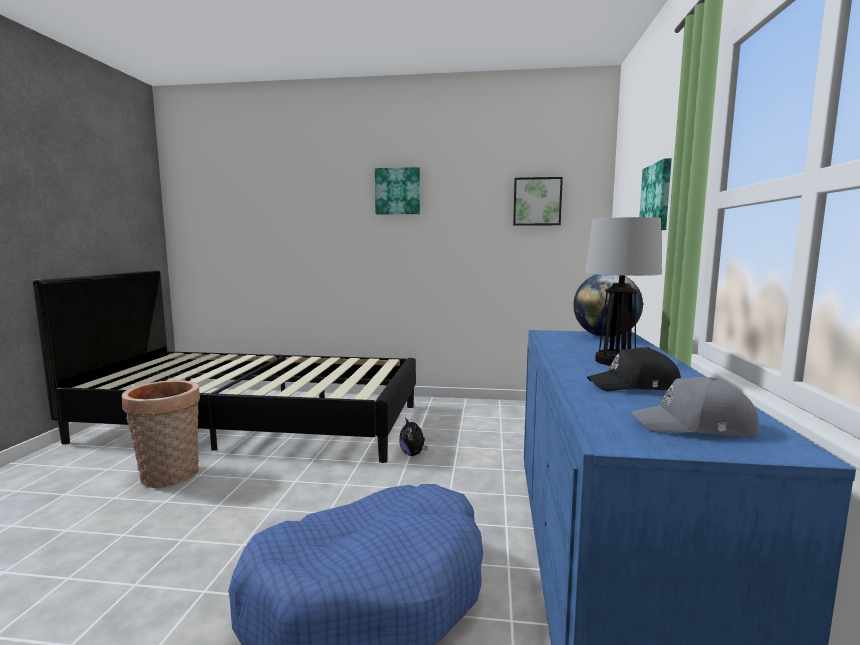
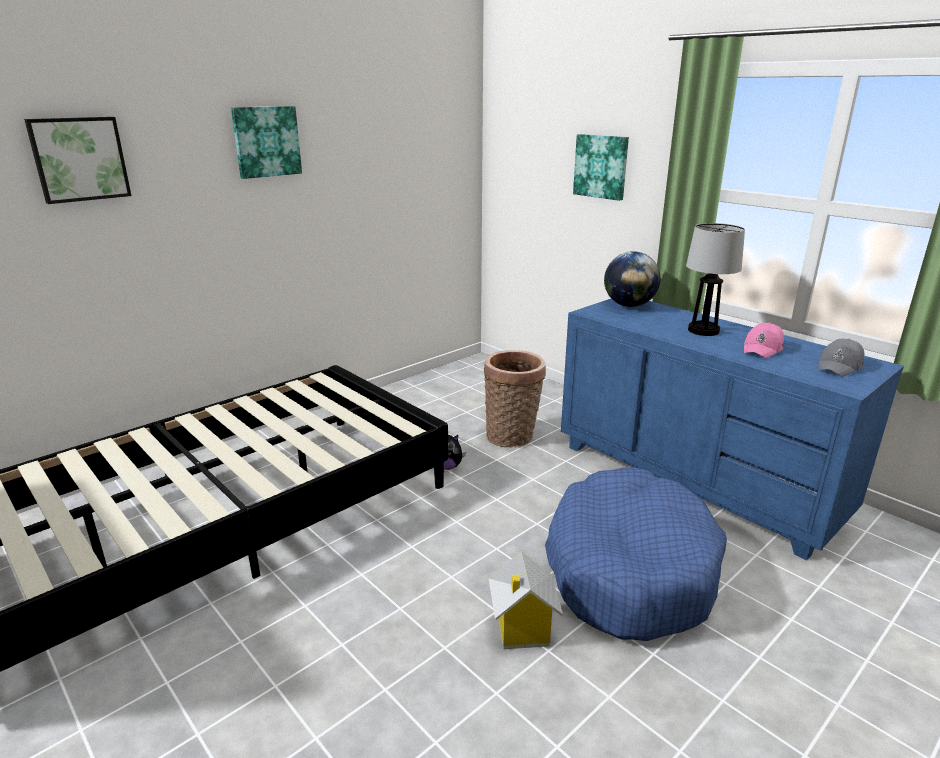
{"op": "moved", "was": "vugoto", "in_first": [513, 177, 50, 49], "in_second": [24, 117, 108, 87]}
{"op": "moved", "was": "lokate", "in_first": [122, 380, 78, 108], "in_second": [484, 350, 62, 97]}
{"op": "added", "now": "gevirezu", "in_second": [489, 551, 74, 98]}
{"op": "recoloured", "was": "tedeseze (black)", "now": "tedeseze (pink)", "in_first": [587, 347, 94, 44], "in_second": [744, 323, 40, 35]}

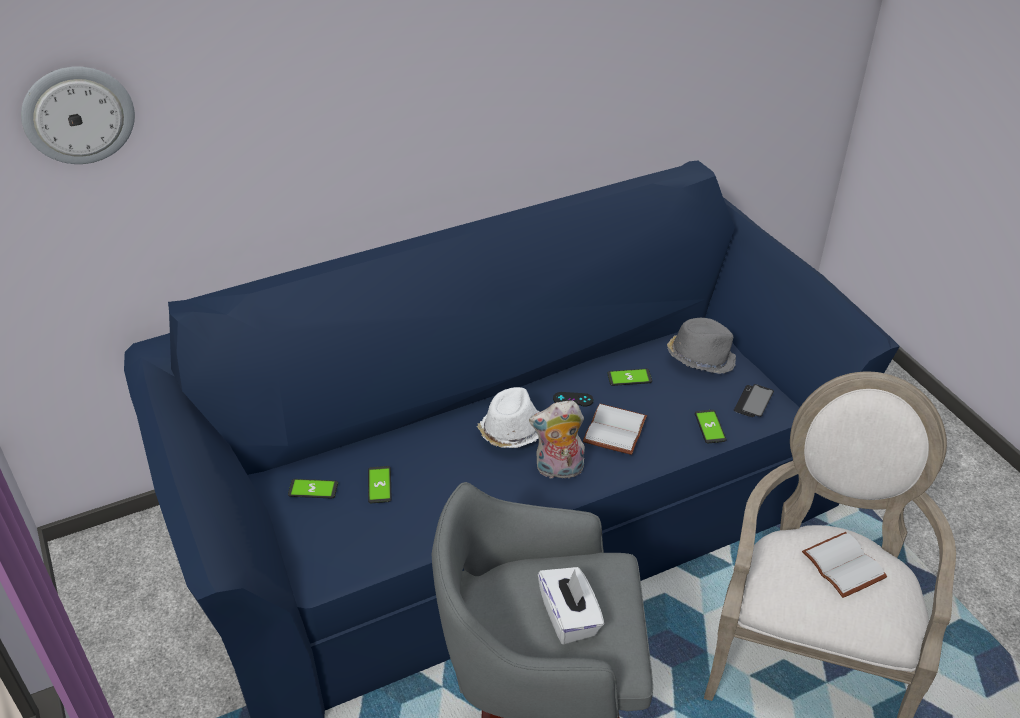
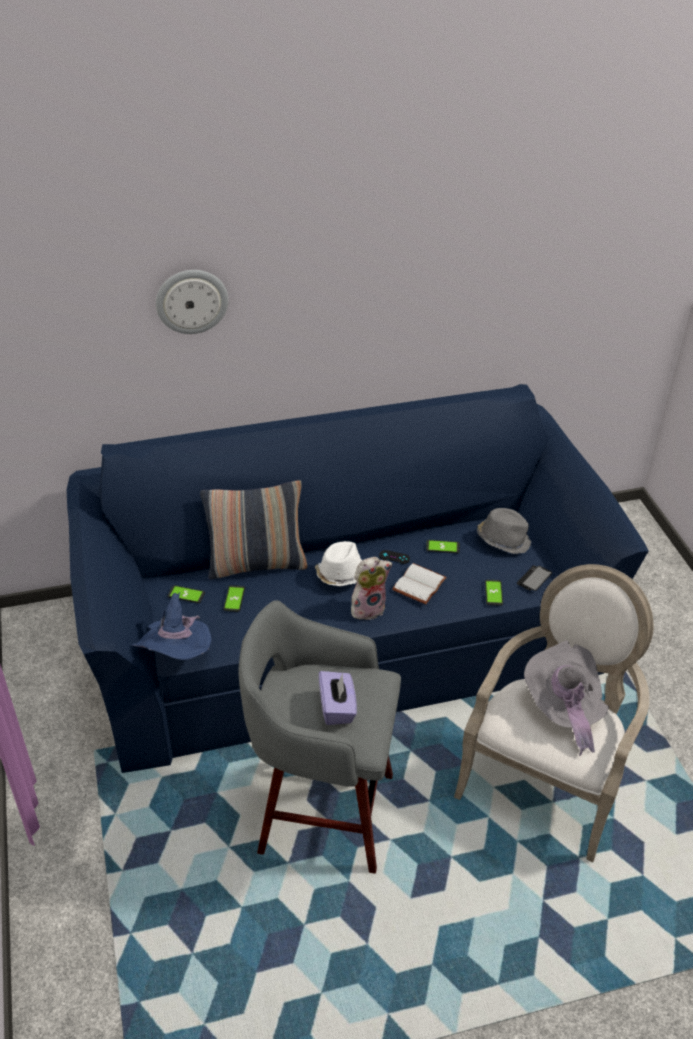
{"op": "added", "now": "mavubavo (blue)", "in_second": [132, 593, 80, 67]}
{"op": "moved", "was": "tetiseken", "in_first": [21, 67, 114, 97], "in_second": [156, 270, 72, 64]}
{"op": "added", "now": "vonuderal", "in_second": [200, 480, 108, 99]}
{"op": "recoloured", "was": "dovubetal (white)", "now": "dovubetal (purple)", "in_first": [538, 567, 66, 78], "in_second": [319, 671, 38, 54]}
{"op": "turned", "was": "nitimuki", "in_first": [529, 400, 56, 79], "in_second": [351, 557, 41, 63], "clockwise": 150}
{"op": "replaced", "was": "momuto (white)", "now": "mavubavo (grey)", "in_first": [802, 532, 85, 66], "in_second": [524, 640, 85, 116]}

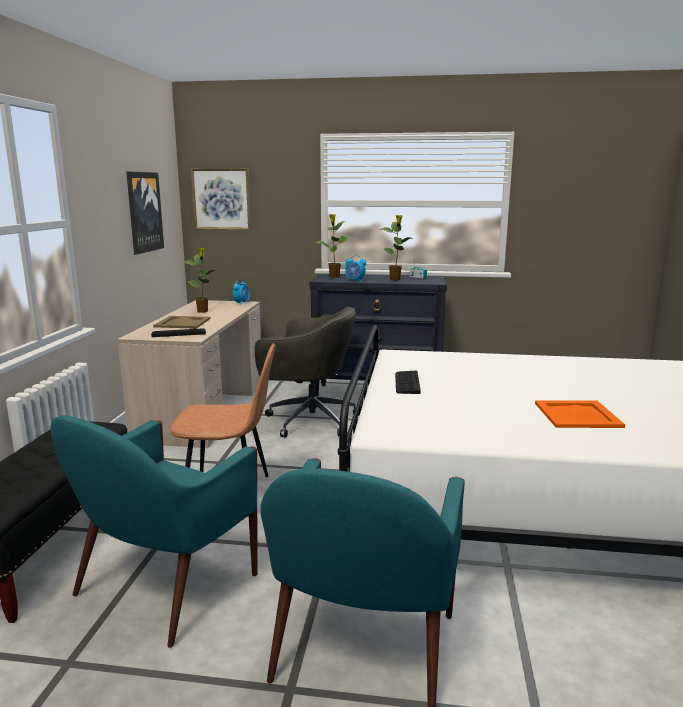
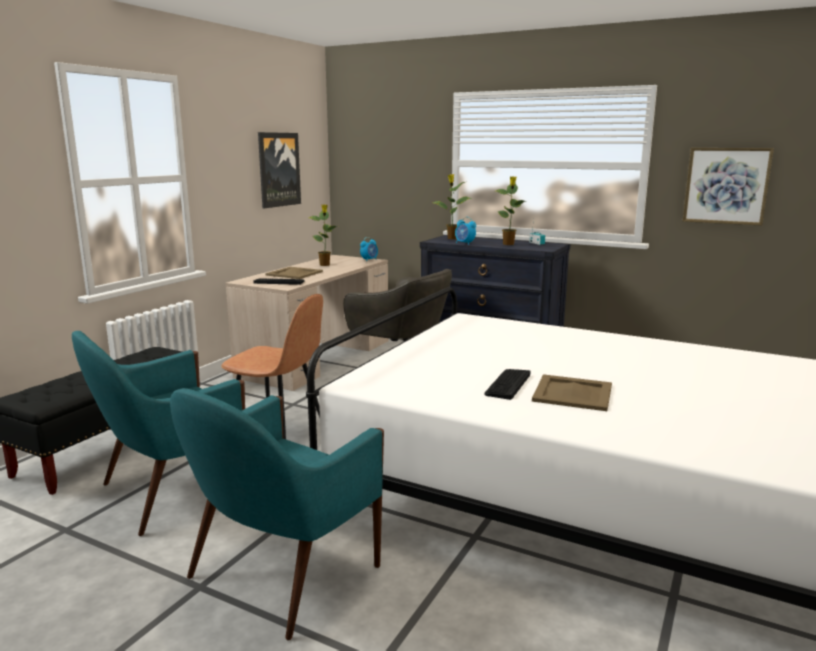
{"op": "moved", "was": "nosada", "in_first": [395, 371, 25, 23], "in_second": [484, 369, 46, 31]}
{"op": "recoloured", "was": "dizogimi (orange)", "now": "dizogimi (beige)", "in_first": [535, 401, 90, 27], "in_second": [532, 374, 80, 37]}
{"op": "moved", "was": "vugoto", "in_first": [191, 168, 60, 62], "in_second": [683, 148, 91, 78]}

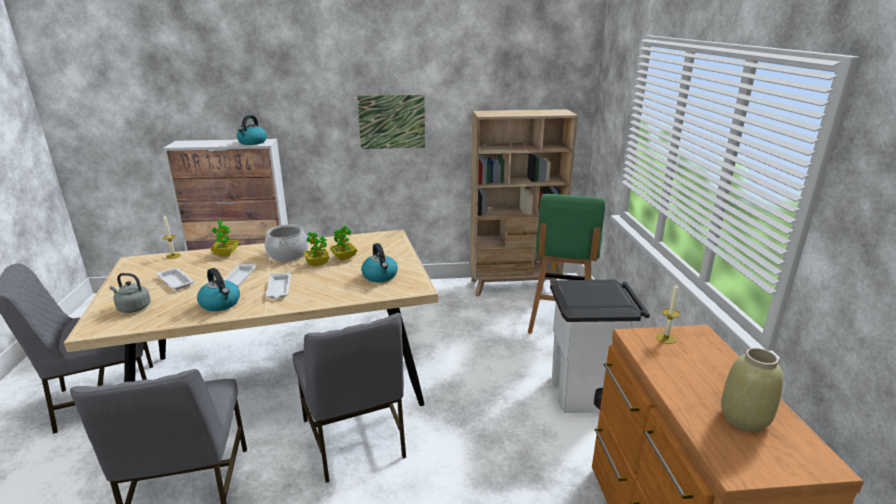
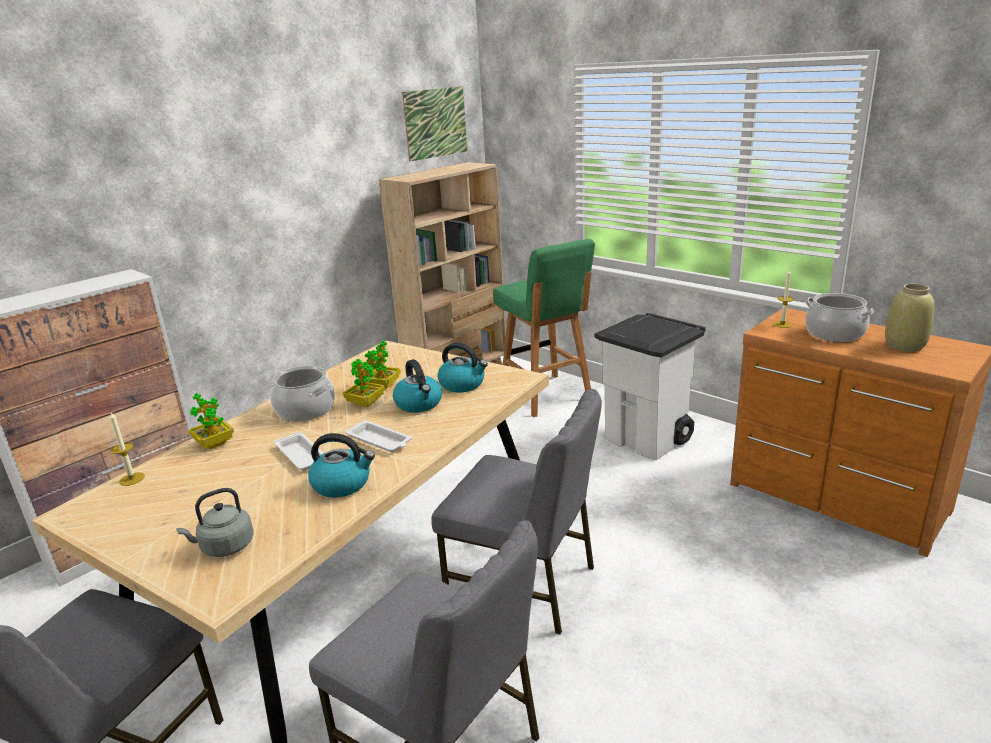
{"op": "moved", "was": "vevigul", "in_first": [237, 115, 30, 30], "in_second": [393, 359, 49, 54]}
{"op": "moved", "was": "vugoto", "in_first": [357, 95, 68, 54], "in_second": [402, 86, 66, 76]}
{"op": "added", "now": "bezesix", "in_second": [805, 293, 69, 49]}
{"op": "removed", "was": "dizogimi (white)", "in_first": [157, 268, 37, 22]}

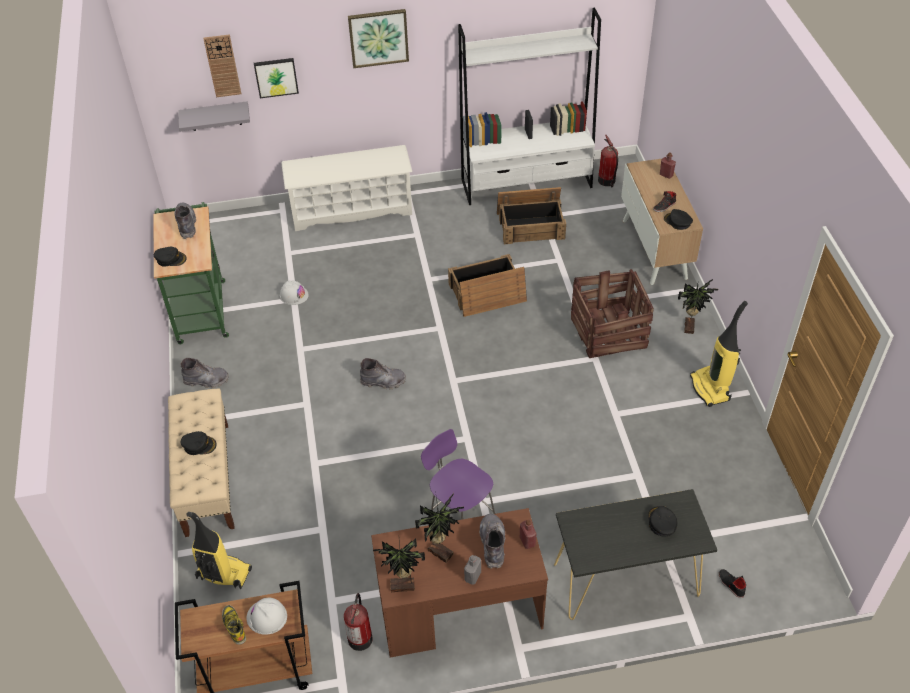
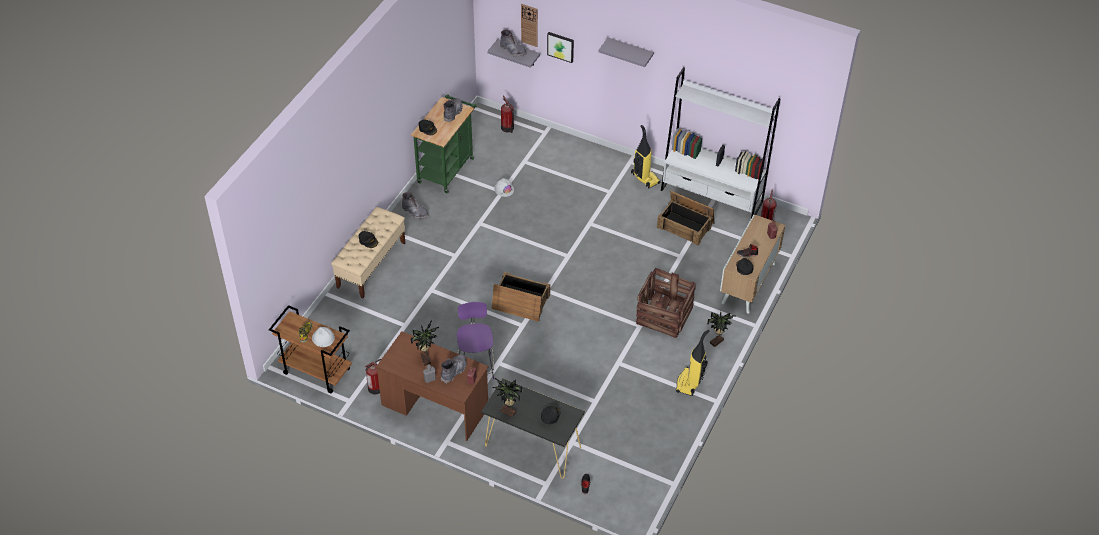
{"op": "moved", "was": "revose", "in_first": [448, 254, 79, 63], "in_second": [492, 272, 58, 50]}
{"op": "moved", "was": "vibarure", "in_first": [373, 539, 52, 53], "in_second": [492, 378, 30, 39]}
{"op": "moved", "was": "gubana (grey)", "in_first": [360, 358, 46, 32], "in_second": [500, 29, 26, 28]}
{"op": "added", "now": "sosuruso", "in_second": [501, 95, 13, 38]}
{"op": "replaced", "was": "vugoto", "now": "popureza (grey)", "in_first": [348, 9, 61, 59], "in_second": [598, 37, 56, 30]}
{"op": "moved", "was": "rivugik", "in_first": [186, 512, 66, 78], "in_second": [631, 125, 29, 64]}
{"op": "removed", "was": "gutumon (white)", "in_first": [281, 145, 131, 86]}

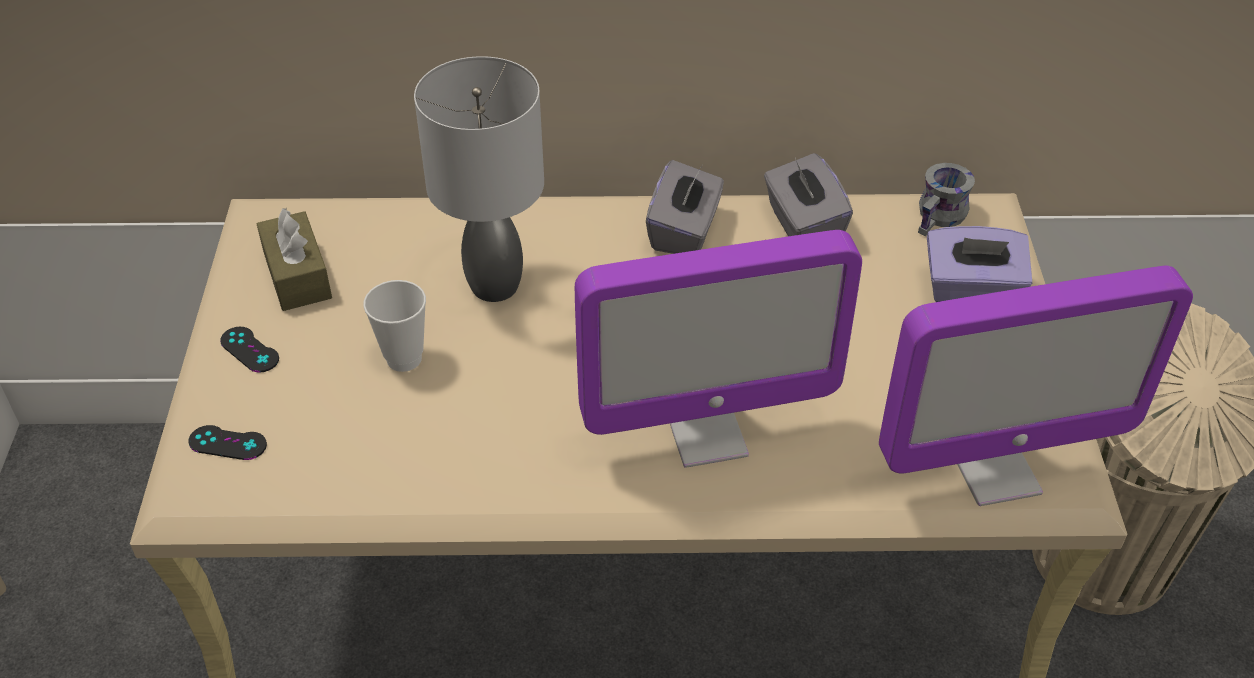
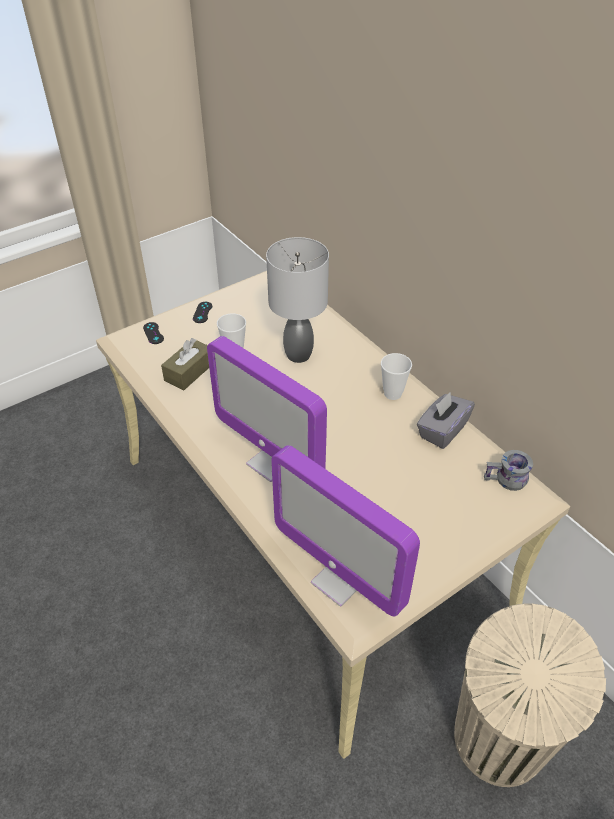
{"op": "moved", "was": "dovubetal (brown)", "in_first": [257, 208, 75, 103], "in_second": [161, 338, 48, 52]}
{"op": "replaced", "was": "dovubetal (grey)", "now": "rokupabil", "in_first": [646, 160, 78, 94], "in_second": [381, 353, 31, 47]}
{"op": "removed", "was": "dovubetal (purple)", "in_first": [927, 226, 105, 76]}

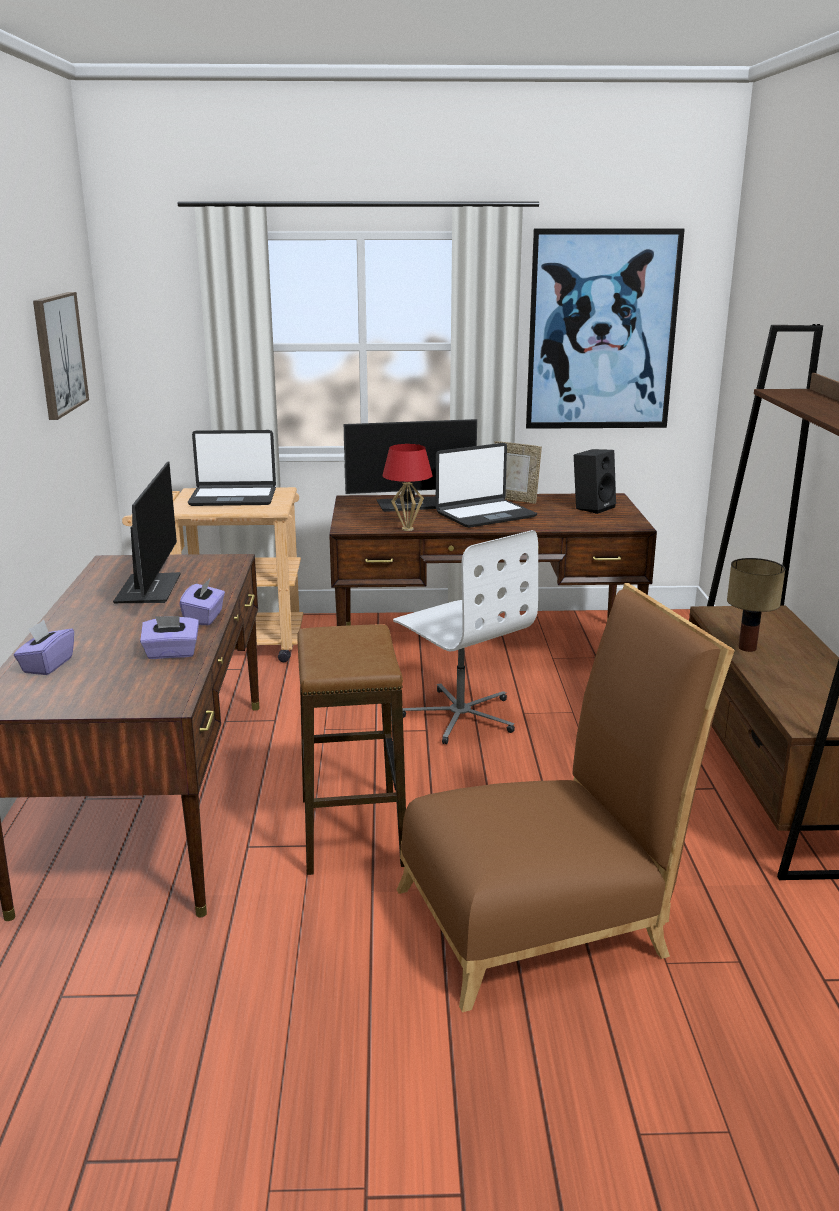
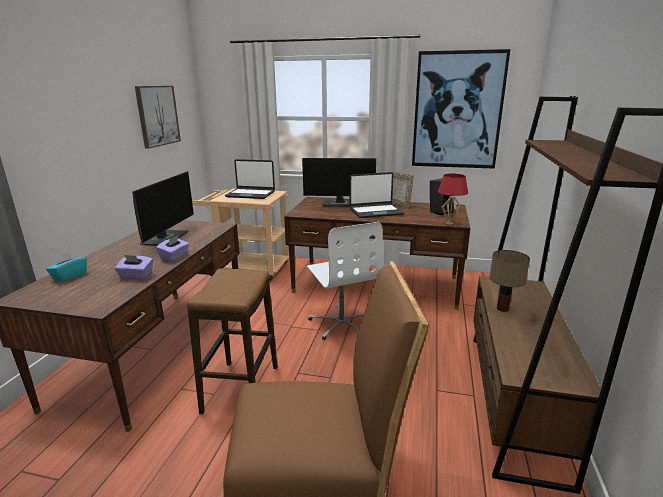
{"op": "recoloured", "was": "dovubetal (purple)", "now": "dovubetal (turquoise)", "in_first": [14, 620, 60, 55], "in_second": [46, 251, 41, 31]}
{"op": "moved", "was": "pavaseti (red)", "in_first": [382, 444, 51, 87], "in_second": [438, 174, 30, 51]}

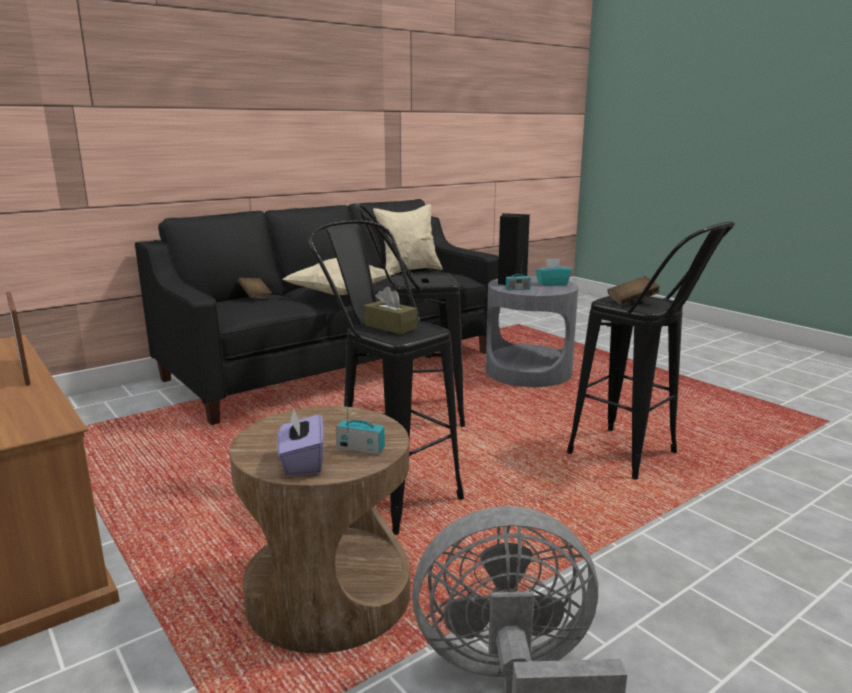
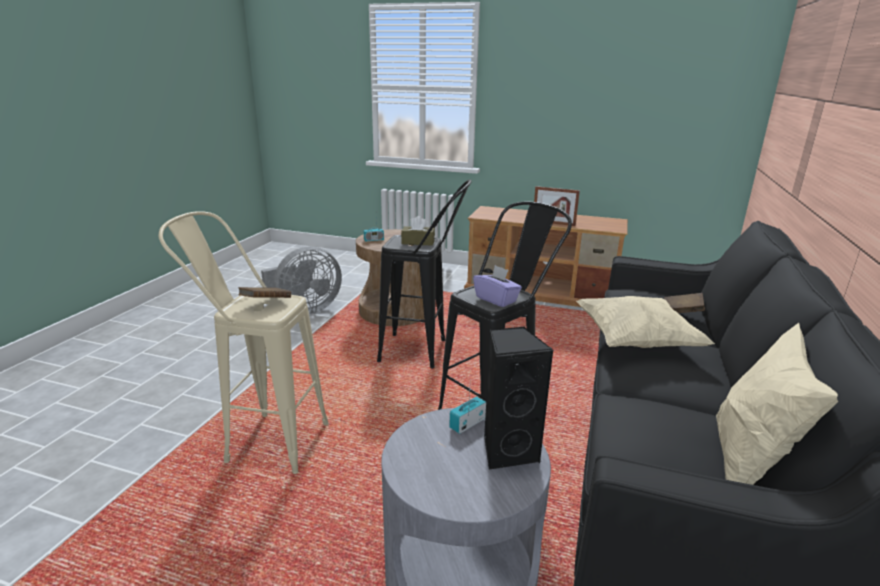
{"op": "recoloured", "was": "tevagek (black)", "now": "tevagek (beige)", "in_first": [567, 221, 168, 259], "in_second": [158, 211, 171, 263]}
{"op": "moved", "was": "dovubetal (purple)", "in_first": [277, 408, 47, 68], "in_second": [473, 265, 49, 42]}
{"op": "removed", "was": "dovubetal (turquoise)", "in_first": [535, 258, 37, 28]}

